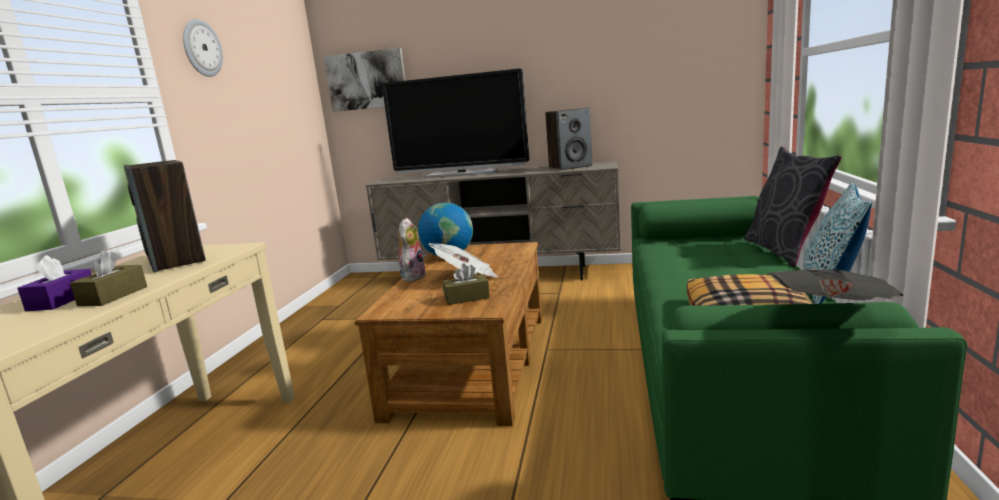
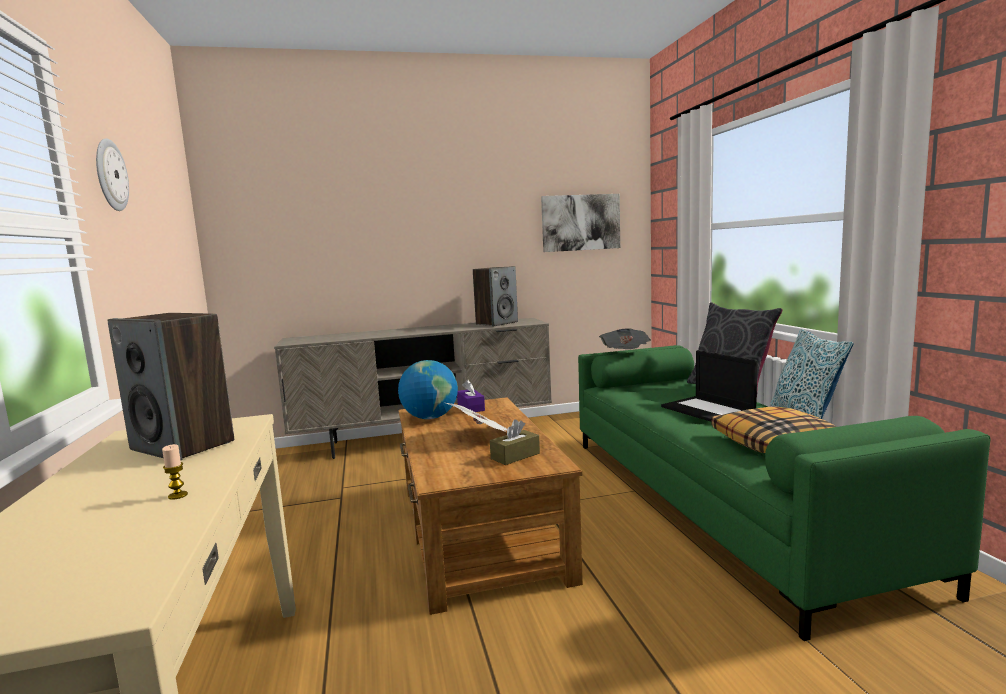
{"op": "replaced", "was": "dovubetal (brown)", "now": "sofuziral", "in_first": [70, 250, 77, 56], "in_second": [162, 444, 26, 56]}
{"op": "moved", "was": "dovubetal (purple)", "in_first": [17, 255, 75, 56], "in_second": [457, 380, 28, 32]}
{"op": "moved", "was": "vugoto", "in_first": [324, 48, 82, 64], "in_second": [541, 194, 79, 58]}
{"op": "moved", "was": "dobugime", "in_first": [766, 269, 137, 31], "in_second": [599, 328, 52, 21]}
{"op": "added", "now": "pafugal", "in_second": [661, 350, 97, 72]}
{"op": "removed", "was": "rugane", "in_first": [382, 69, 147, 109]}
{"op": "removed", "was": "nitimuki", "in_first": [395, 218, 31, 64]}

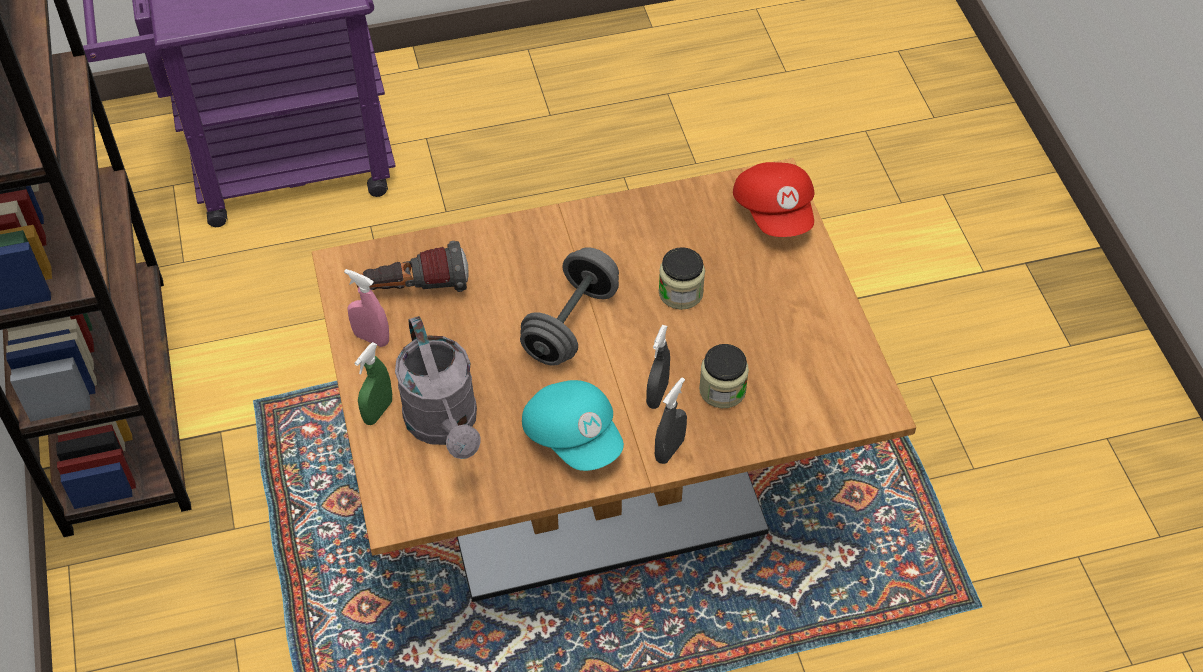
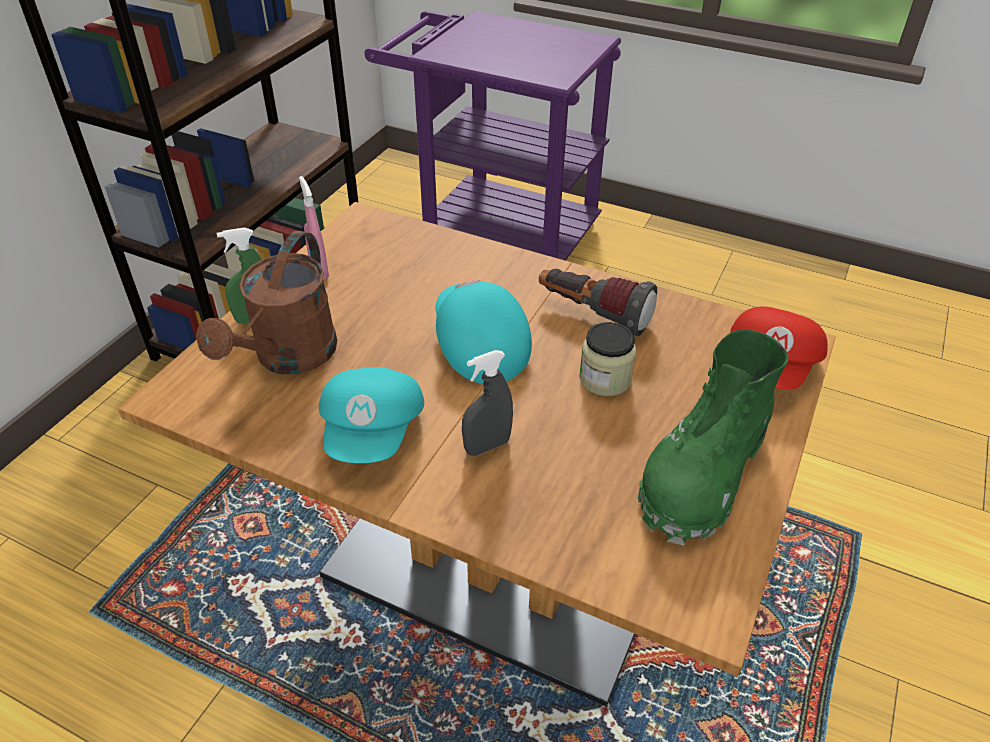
{"op": "recoloured", "was": "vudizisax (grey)", "now": "vudizisax (brown)", "in_first": [395, 316, 86, 143], "in_second": [196, 231, 141, 143]}
{"op": "replaced", "was": "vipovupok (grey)", "now": "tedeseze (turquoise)", "in_first": [520, 247, 99, 119], "in_second": [436, 280, 96, 104]}
{"op": "moved", "was": "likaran", "in_first": [356, 241, 112, 51], "in_second": [539, 269, 118, 68]}
{"op": "added", "now": "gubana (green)", "in_second": [638, 329, 151, 216]}
{"op": "removed", "was": "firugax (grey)", "in_first": [655, 377, 32, 87]}
{"op": "removed", "was": "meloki", "in_first": [699, 344, 50, 64]}

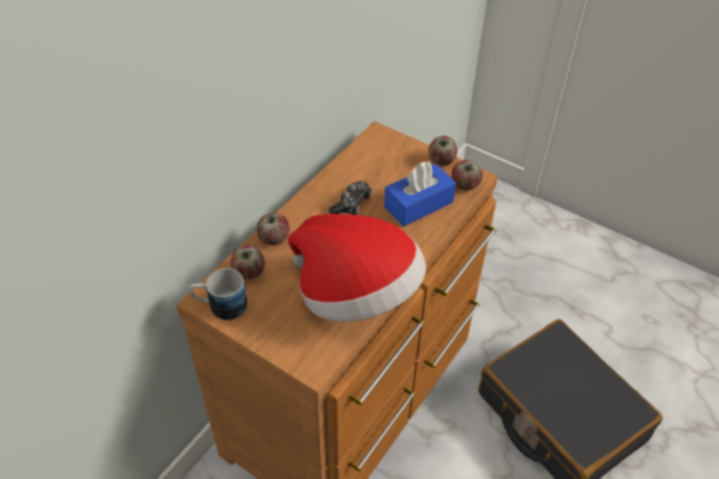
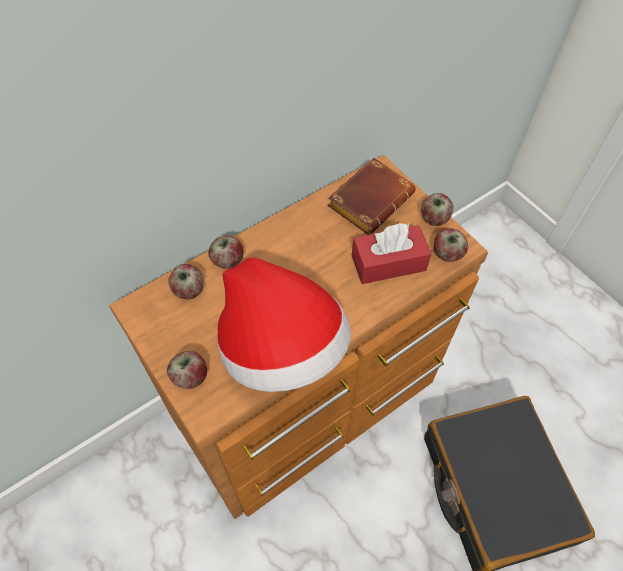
{"op": "added", "now": "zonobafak", "in_second": [167, 351, 40, 38]}
{"op": "added", "now": "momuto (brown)", "in_second": [327, 158, 89, 77]}
{"op": "recoloured", "was": "dovubetal (blue)", "now": "dovubetal (red)", "in_first": [384, 162, 72, 65], "in_second": [352, 223, 80, 61]}
{"op": "removed", "was": "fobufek", "in_first": [189, 268, 58, 52]}
{"op": "removed", "was": "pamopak", "in_first": [329, 181, 43, 34]}

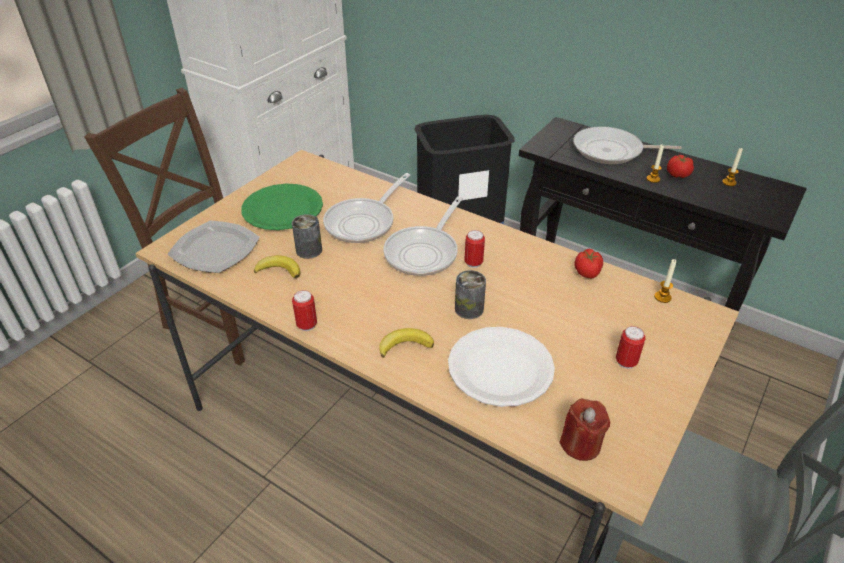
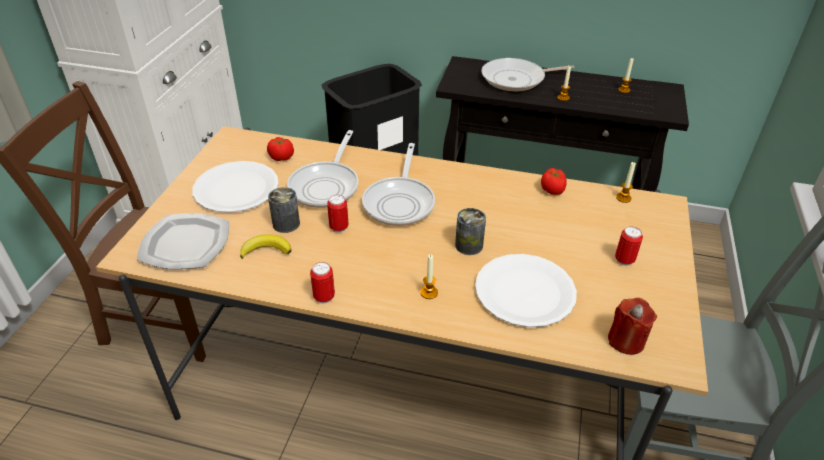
{"op": "recoloured", "was": "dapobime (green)", "now": "dapobime (white)", "in_first": [241, 184, 82, 46], "in_second": [192, 161, 87, 52]}
{"op": "moved", "was": "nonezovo", "in_first": [667, 155, 27, 23], "in_second": [267, 137, 27, 24]}
{"op": "moved", "was": "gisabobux", "in_first": [464, 230, 21, 38], "in_second": [327, 195, 22, 38]}
{"op": "replaced", "was": "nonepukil", "now": "sofuziral", "in_first": [379, 328, 55, 30], "in_second": [420, 254, 18, 45]}

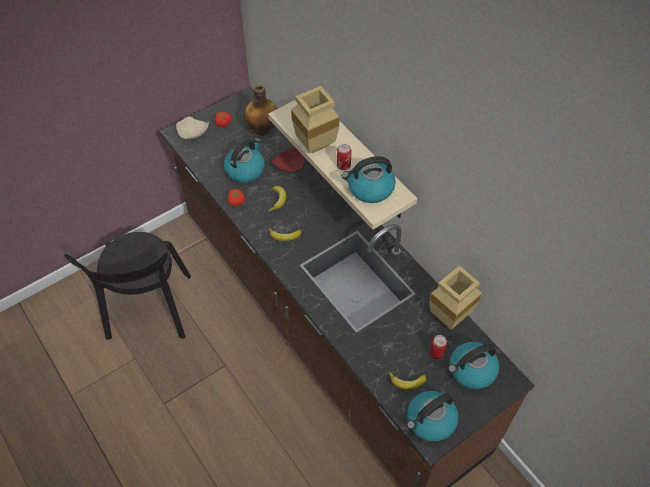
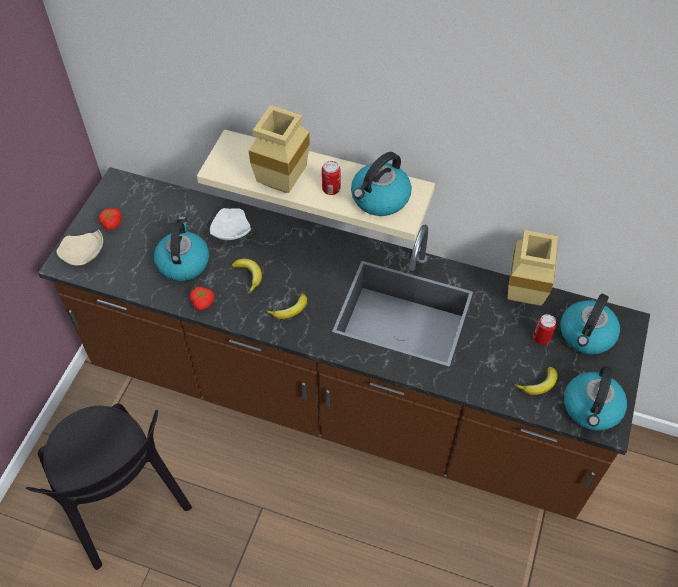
{"op": "recoloured", "was": "dapobime (red)", "now": "dapobime (white)", "in_first": [272, 148, 34, 24], "in_second": [210, 208, 41, 32]}
{"op": "removed", "was": "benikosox", "in_first": [243, 85, 35, 51]}

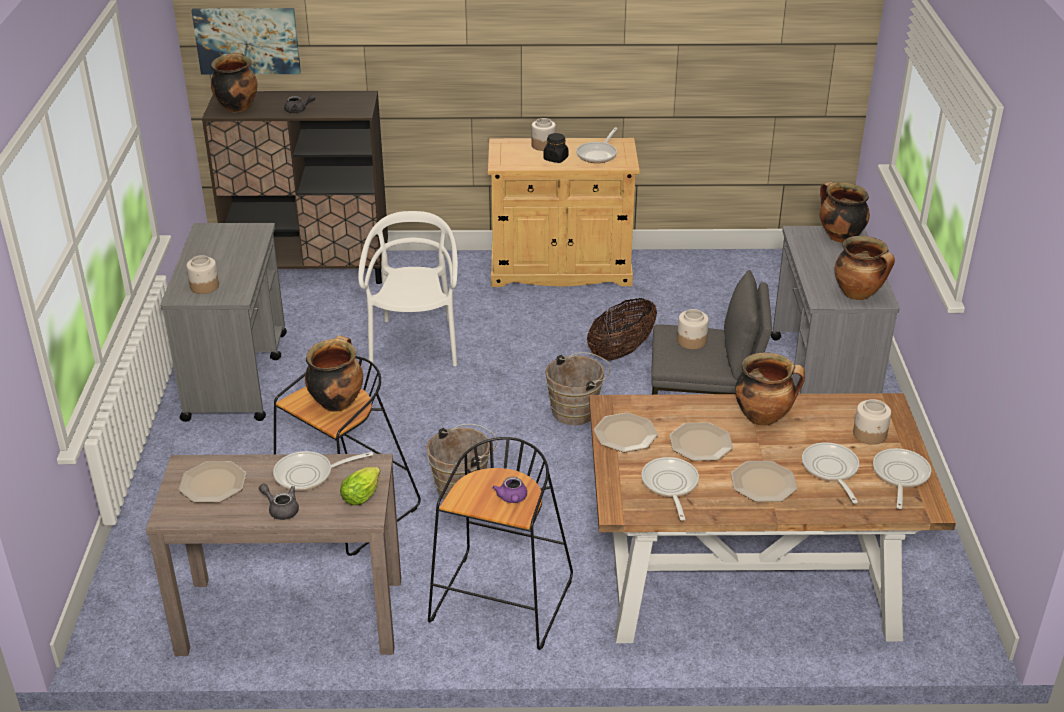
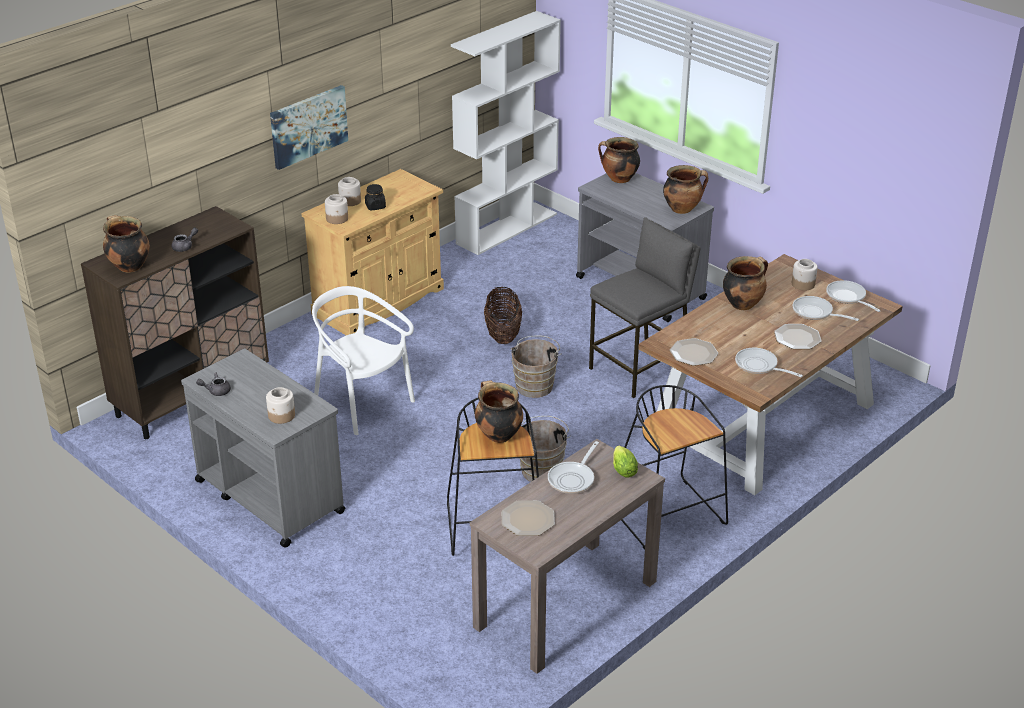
{"op": "moved", "was": "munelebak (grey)", "in_first": [259, 484, 40, 36], "in_second": [196, 373, 35, 23]}
{"op": "moved", "was": "vugoto", "in_first": [191, 8, 110, 67], "in_second": [270, 85, 78, 85]}
{"op": "moved", "was": "meloki", "in_first": [677, 309, 32, 40], "in_second": [325, 194, 23, 30]}
{"op": "added", "now": "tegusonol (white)", "in_second": [451, 11, 110, 244]}
{"op": "removed", "was": "munelebak (purple)", "in_first": [493, 477, 34, 26]}
{"op": "removed", "was": "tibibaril", "in_first": [576, 128, 42, 35]}
{"op": "removed", "was": "dapobime", "in_first": [669, 422, 64, 39]}

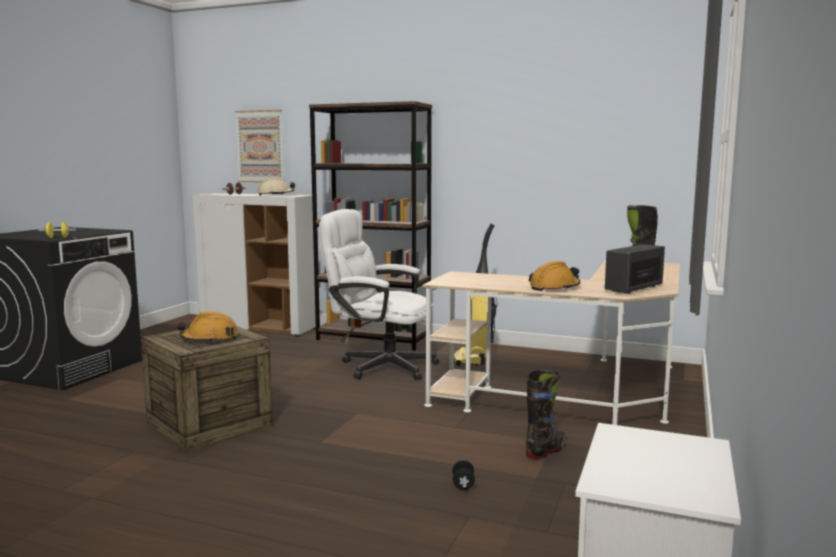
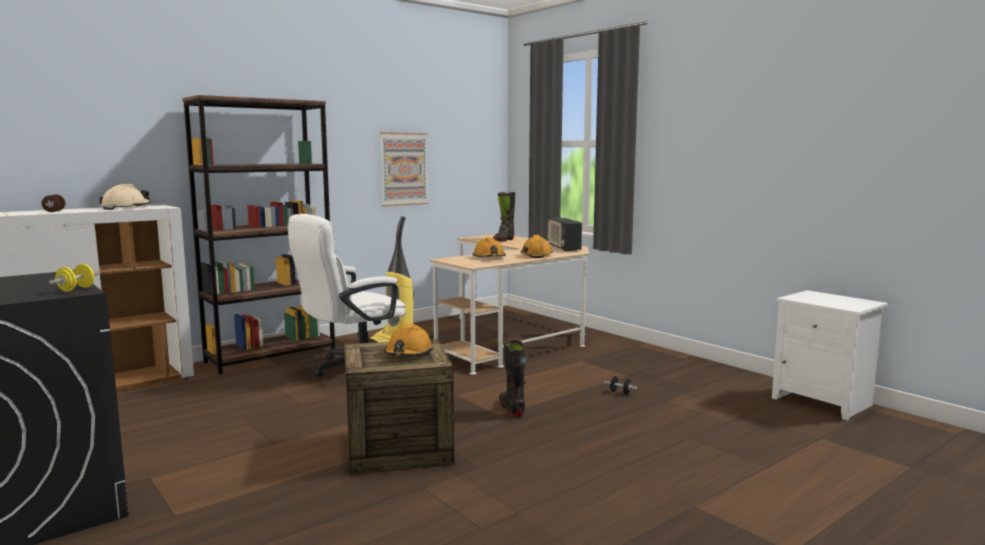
{"op": "moved", "was": "vugoto", "in_first": [235, 110, 49, 72], "in_second": [380, 132, 49, 75]}
{"op": "added", "now": "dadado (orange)", "in_second": [473, 237, 33, 20]}
{"op": "moved", "was": "gubana (black)", "in_first": [526, 370, 41, 89], "in_second": [499, 340, 27, 76]}

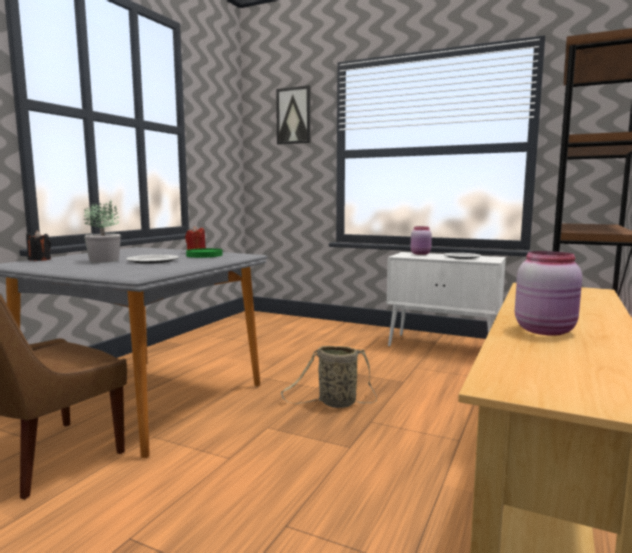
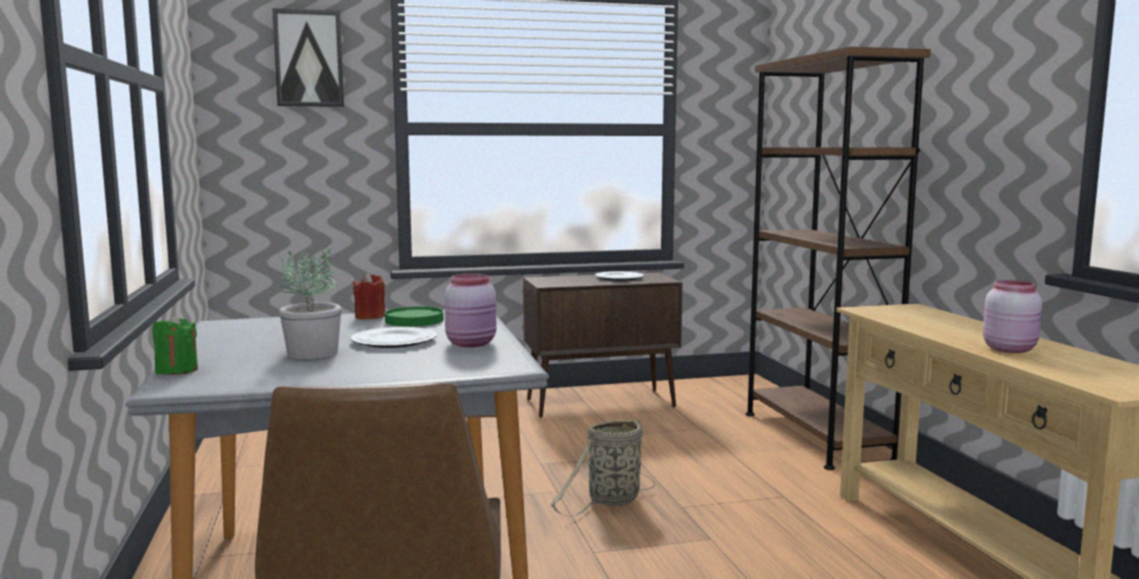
{"op": "recoloured", "was": "sofuziral (black)", "now": "sofuziral (green)", "in_first": [26, 230, 25, 31], "in_second": [152, 313, 46, 62]}
{"op": "moved", "was": "meloki (pink)", "in_first": [410, 226, 22, 29], "in_second": [444, 273, 52, 74]}
{"op": "recoloured", "was": "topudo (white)", "now": "topudo (brown)", "in_first": [387, 252, 119, 95], "in_second": [523, 273, 160, 145]}

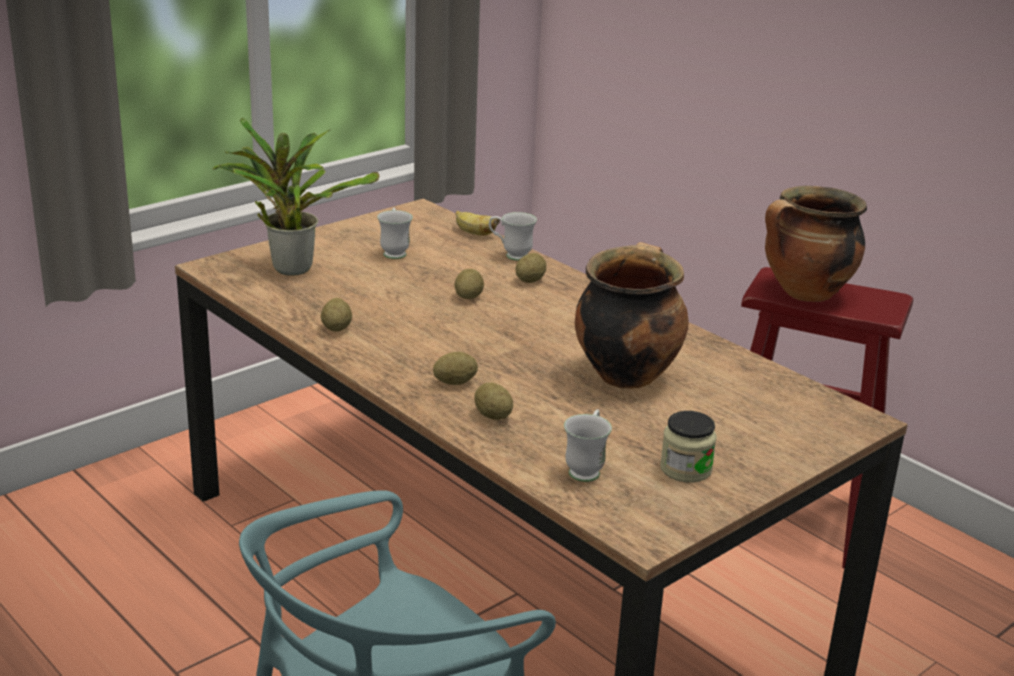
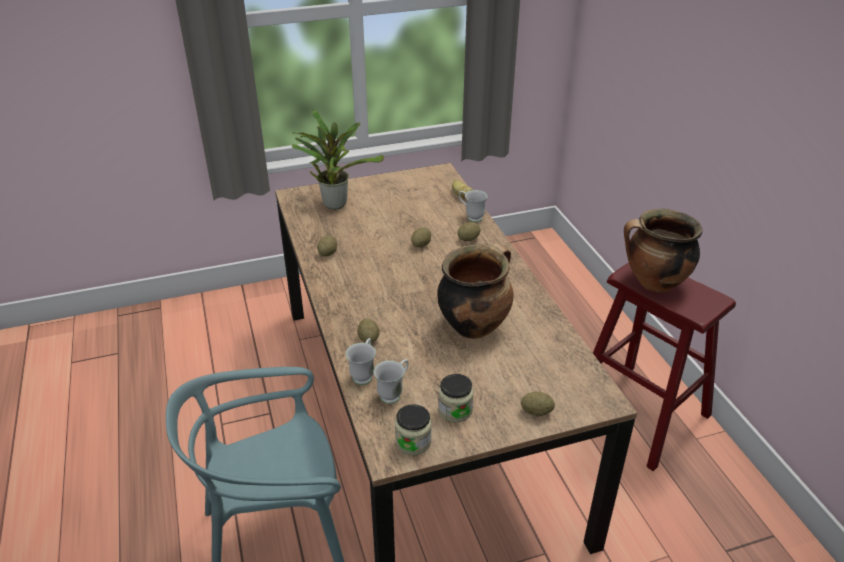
{"op": "moved", "was": "fobufek (white)", "in_first": [377, 208, 36, 51], "in_second": [346, 338, 30, 47]}
{"op": "added", "now": "meloki", "in_second": [395, 404, 37, 51]}
{"op": "moved", "was": "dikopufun", "in_first": [433, 352, 45, 33], "in_second": [521, 392, 34, 24]}

